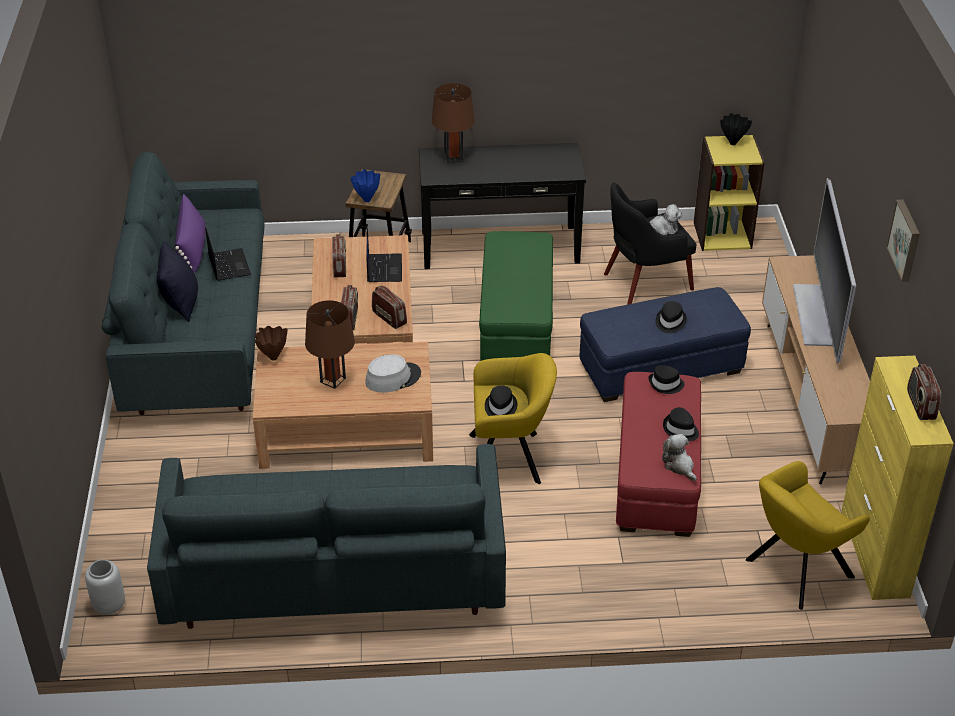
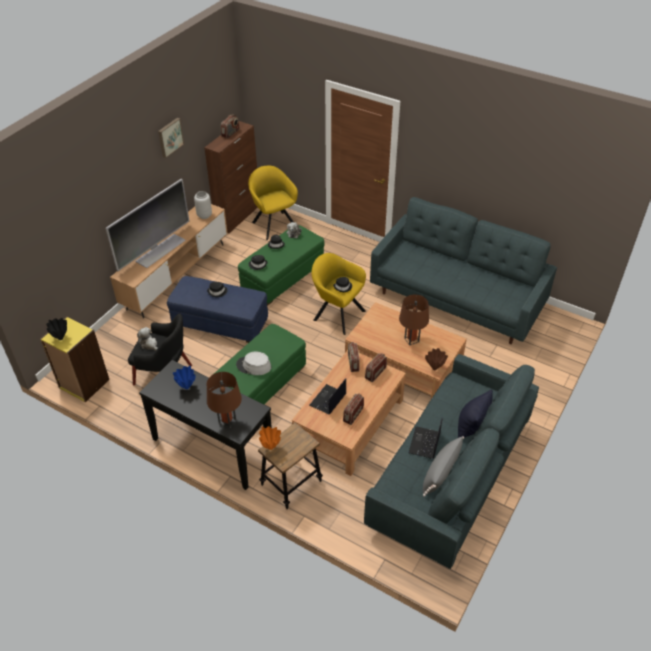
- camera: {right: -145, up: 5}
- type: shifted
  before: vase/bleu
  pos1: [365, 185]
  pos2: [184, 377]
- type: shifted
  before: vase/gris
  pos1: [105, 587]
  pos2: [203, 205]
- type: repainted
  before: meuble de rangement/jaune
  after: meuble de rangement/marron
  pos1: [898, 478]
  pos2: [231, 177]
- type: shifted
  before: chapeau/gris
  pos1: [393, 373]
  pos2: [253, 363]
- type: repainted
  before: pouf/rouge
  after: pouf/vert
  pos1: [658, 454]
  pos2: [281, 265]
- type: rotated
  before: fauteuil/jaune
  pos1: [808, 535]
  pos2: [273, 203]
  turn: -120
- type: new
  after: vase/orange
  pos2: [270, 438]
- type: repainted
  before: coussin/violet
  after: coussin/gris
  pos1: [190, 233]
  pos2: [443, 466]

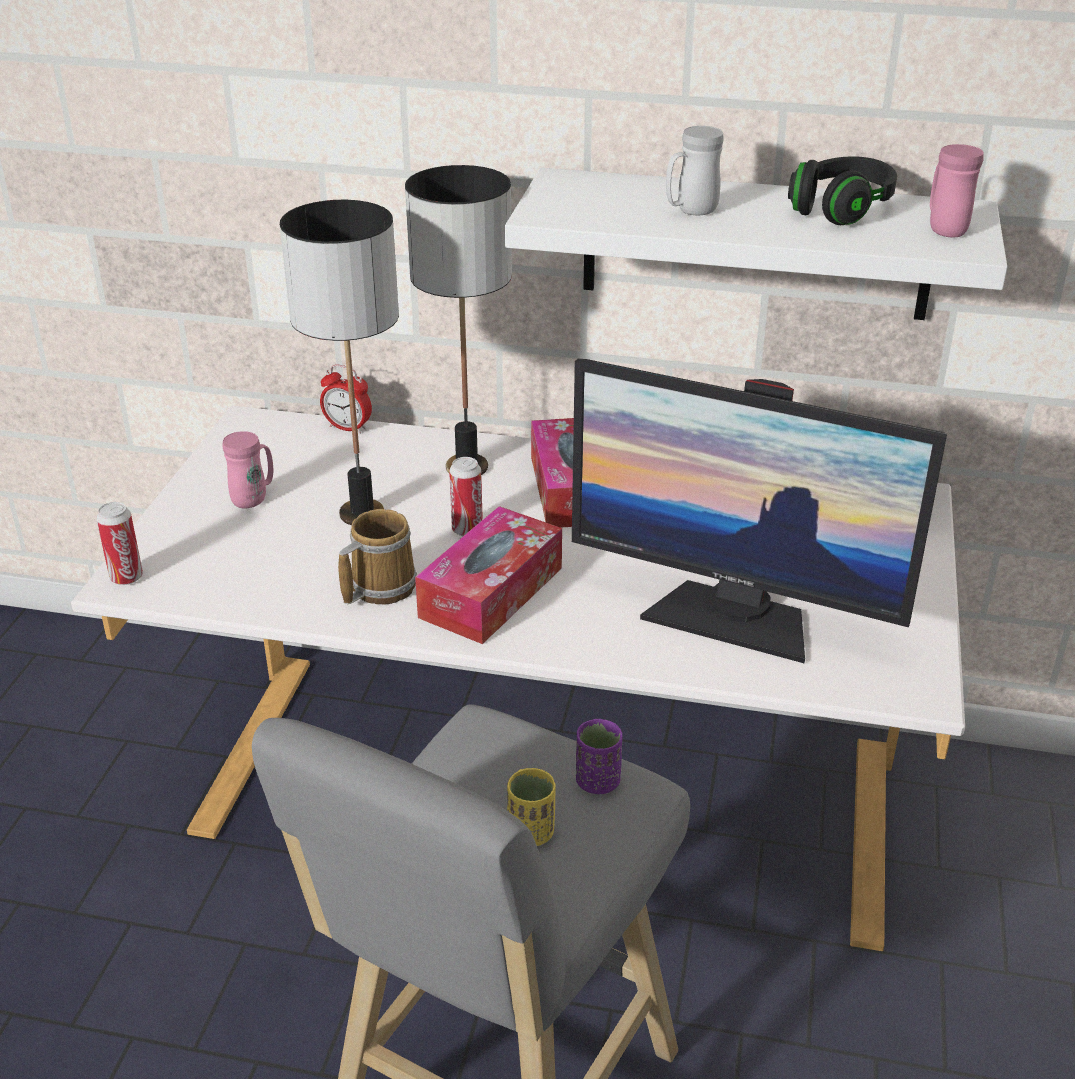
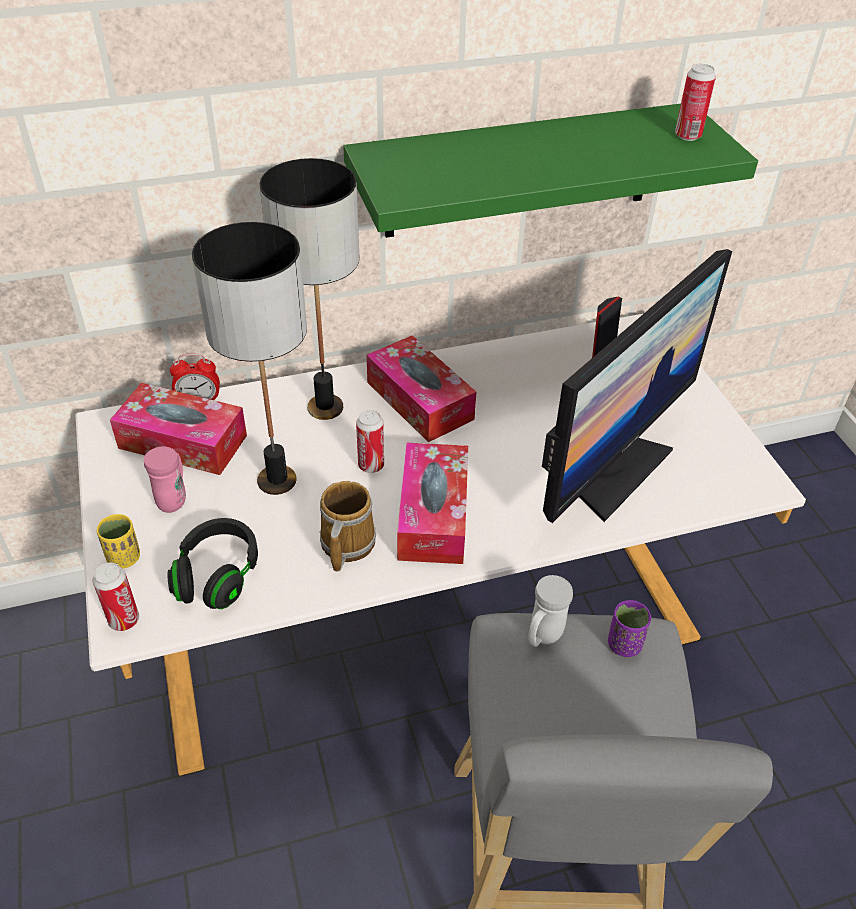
- camera: {right: -30, up: 10}
- type: shifted
  before: tasse/jaune
  pos1: [531, 807]
  pos2: [118, 541]
- type: new
  after: boîte à mouchoirs
  pos2: [178, 429]
- type: shifted
  before: casque audio/noir
  pos1: [842, 190]
  pos2: [212, 563]
- type: repainted
  before: étagère/blanc
  after: étagère/vert
  pos1: [756, 244]
  pos2: [550, 171]
- type: shifted
  before: mug/blanc
  pos1: [695, 170]
  pos2: [550, 611]
- type: rotated
  before: écran d'ordinateur
  pos1: [759, 511]
  pos2: [637, 386]
  turn: -45
- type: swapped
  before: mug/rose
  after: boîte métallique
  pos1: [957, 191]
  pos2: [695, 102]

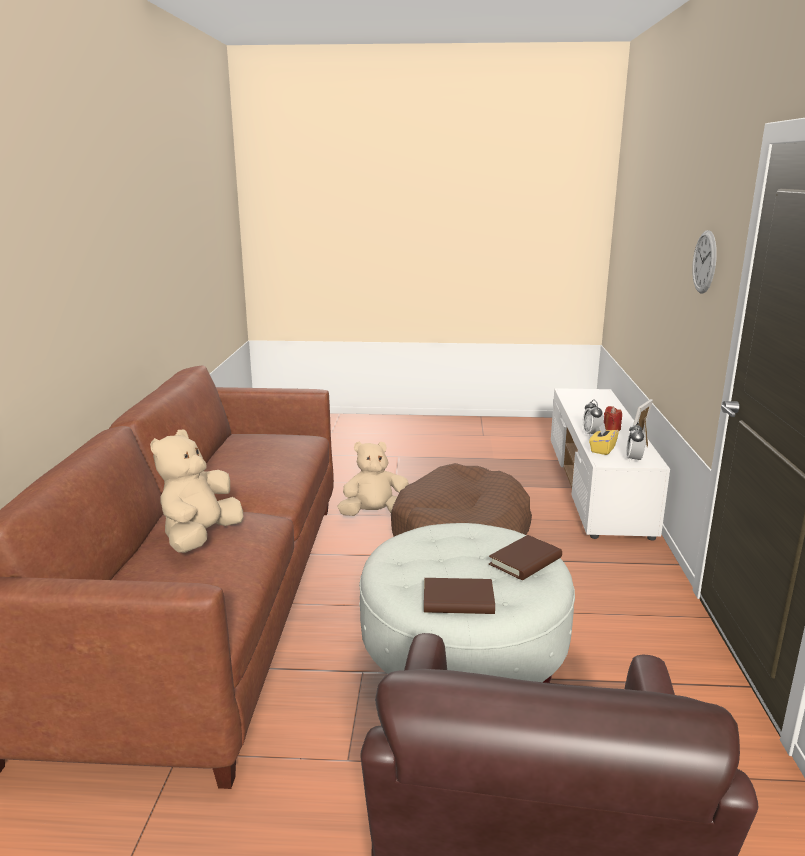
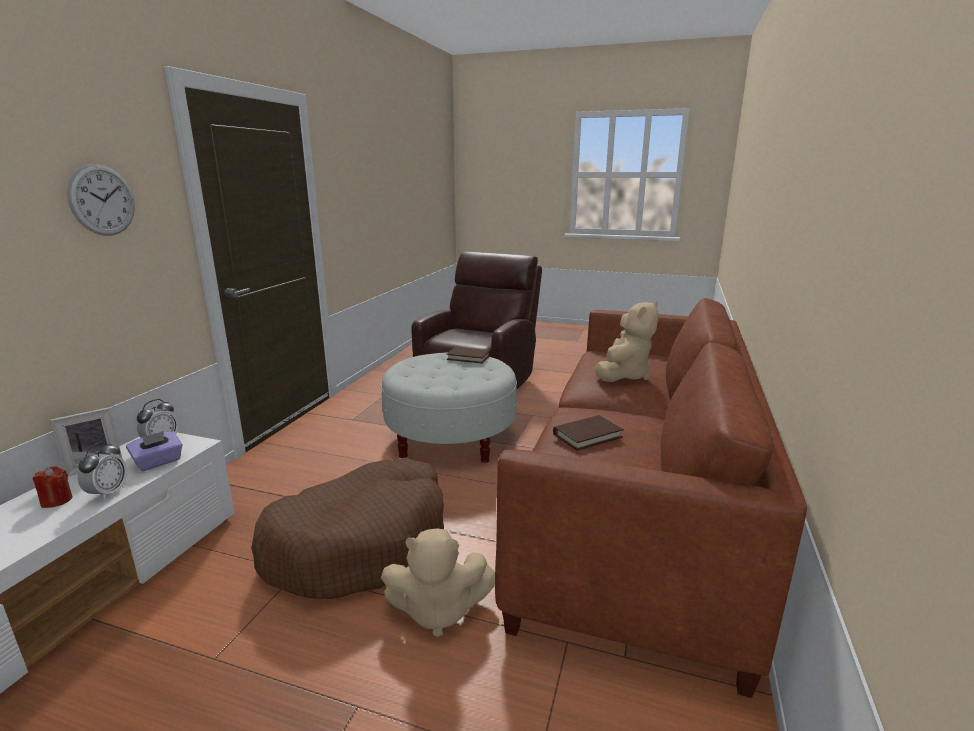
- camera: {right: -165, up: 0}
- type: repainted
  before: boîte à mouchoirs/jaune
  after: boîte à mouchoirs/violet
  pos1: [604, 439]
  pos2: [154, 451]
- type: shifted
  before: livre/marron
  pos1: [525, 557]
  pos2: [588, 433]

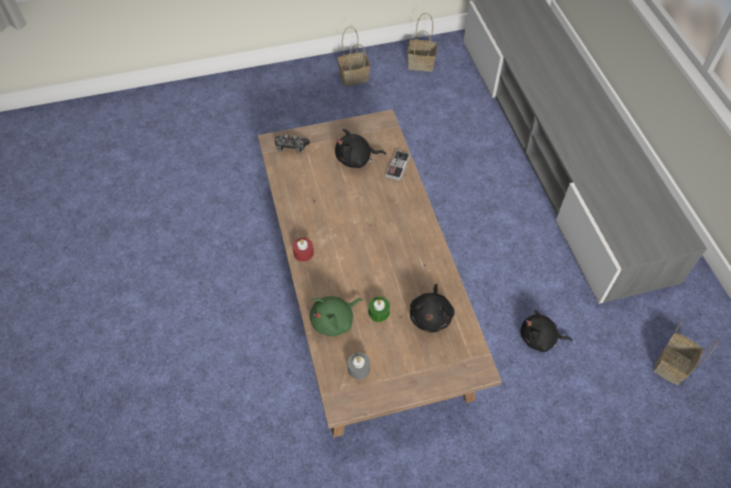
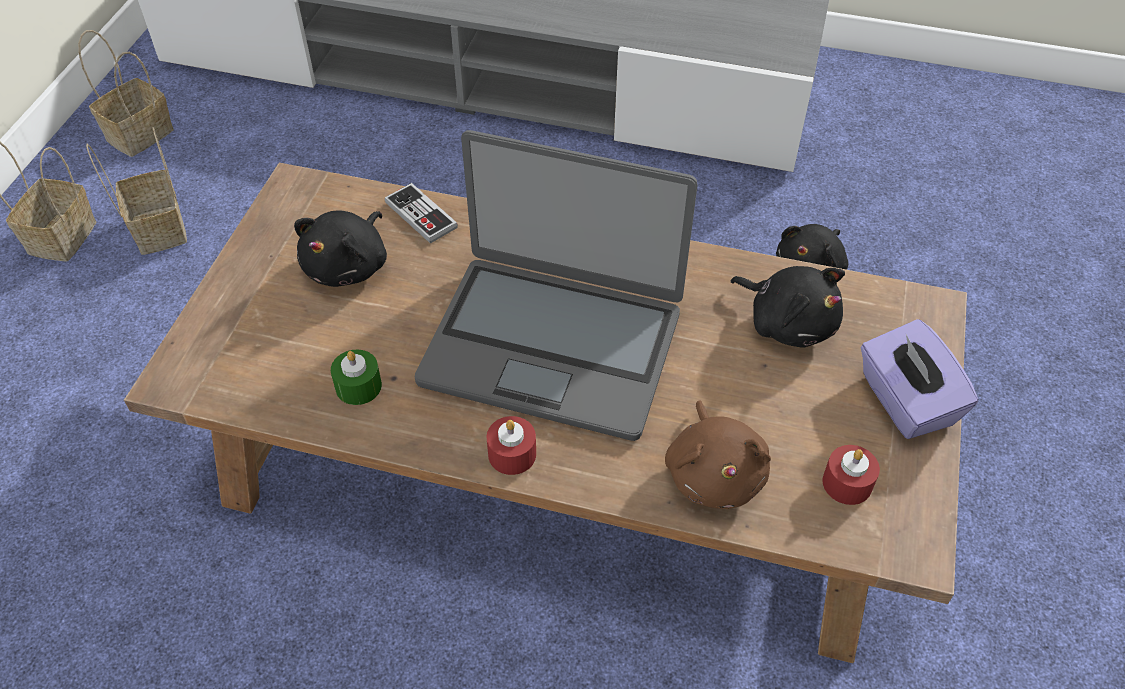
- camera: {right: -60, up: -5}
- type: shifted
  before: panier
  pos1: [685, 353]
  pos2: [136, 191]
- type: shifted
  before: bougie/vert
  pos1: [379, 309]
  pos2: [356, 377]
- type: new
  after: ordinateur portable
  pos2: [556, 285]
- type: repainted
  before: peluche/vert
  after: peluche/marron
  pos1: [336, 316]
  pos2: [718, 455]
- type: repainted
  before: bougie/gris
  after: bougie/rouge
  pos1: [359, 366]
  pos2: [851, 475]
- type: new
  after: boîte à mouchoirs/violet
  pos2: [919, 379]
- type: gone
  before: manette
  pos1: [292, 144]

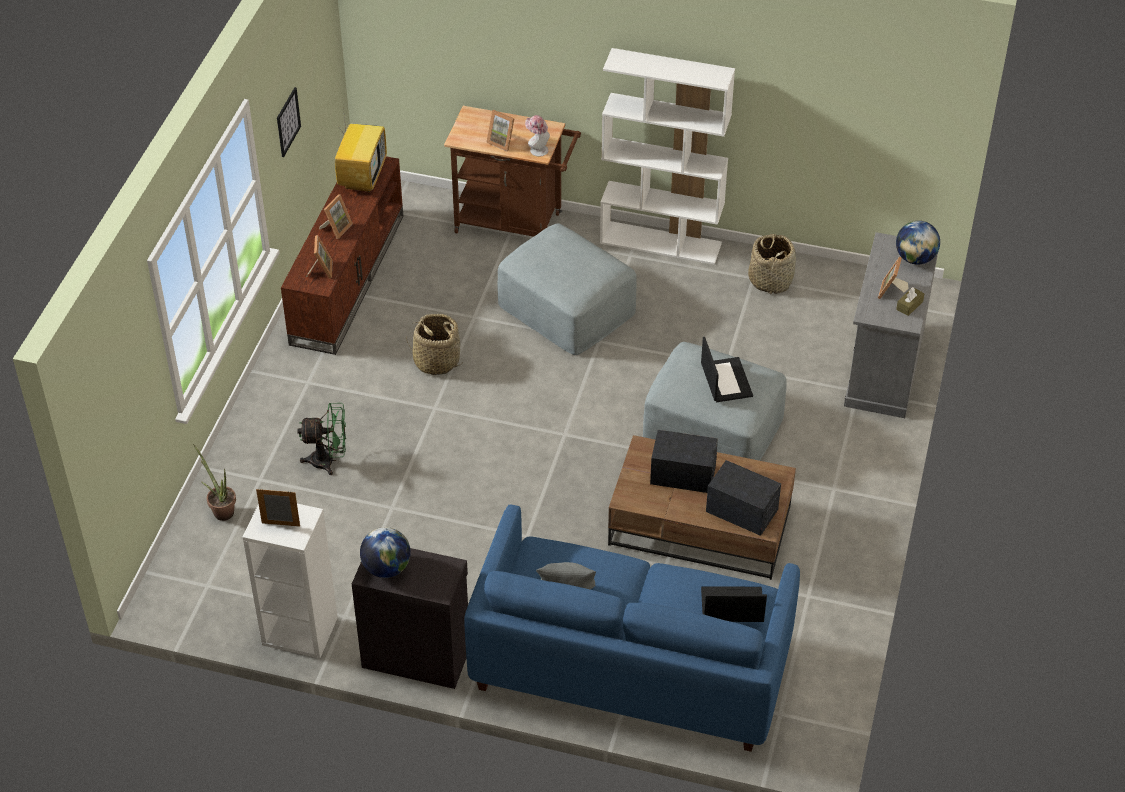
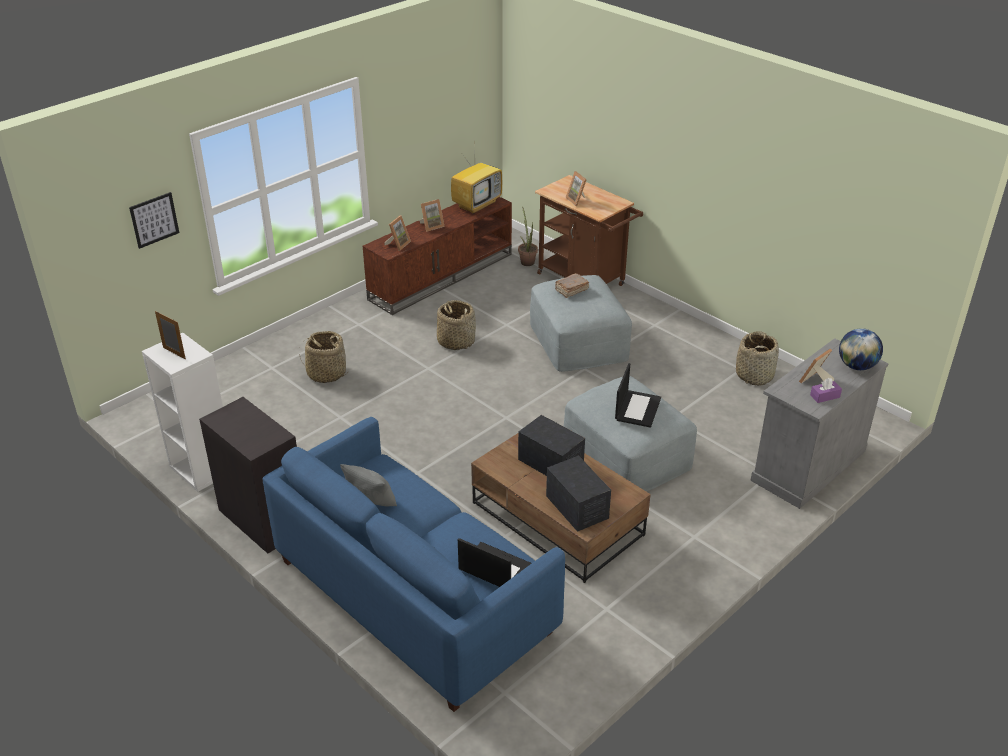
- camera: {right: 30, up: -10}
- type: shifted
  before: tableau
  pos1: [289, 122]
  pos2: [154, 220]
- type: swapped
  before: ventilateur/vert
  after: panier
  pos1: [321, 439]
  pos2: [324, 357]
- type: shifted
  before: plante en pot
  pos1: [214, 482]
  pos2: [528, 236]
- type: new
  after: livre/marron
  pos2: [572, 285]
- type: repainted
  before: boîte à mouchoirs/marron
  after: boîte à mouchoirs/violet
  pos1: [910, 301]
  pos2: [826, 390]
- type: gone
  before: globe
  pos1: [385, 552]
- type: gone
  before: chapeau
  pos1: [537, 136]
- type: gone
  before: bibliothèque/blanc
  pos1: [667, 156]

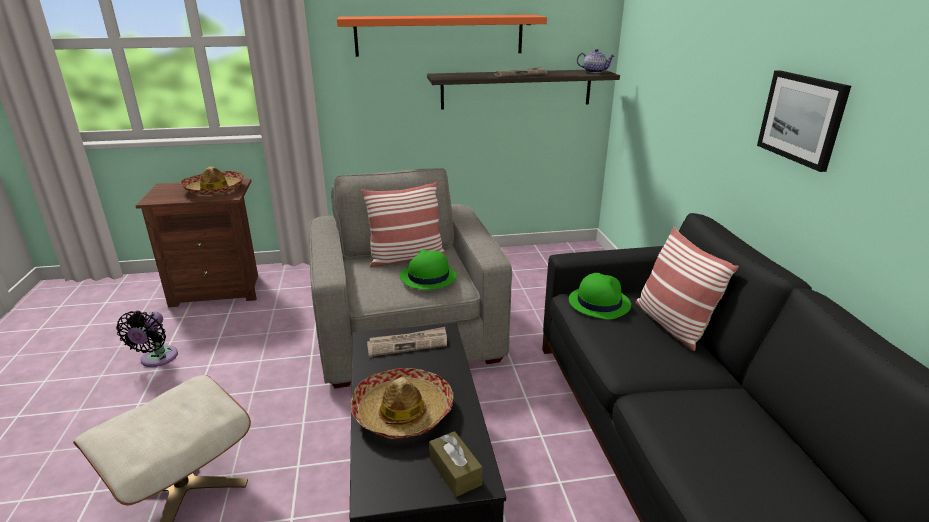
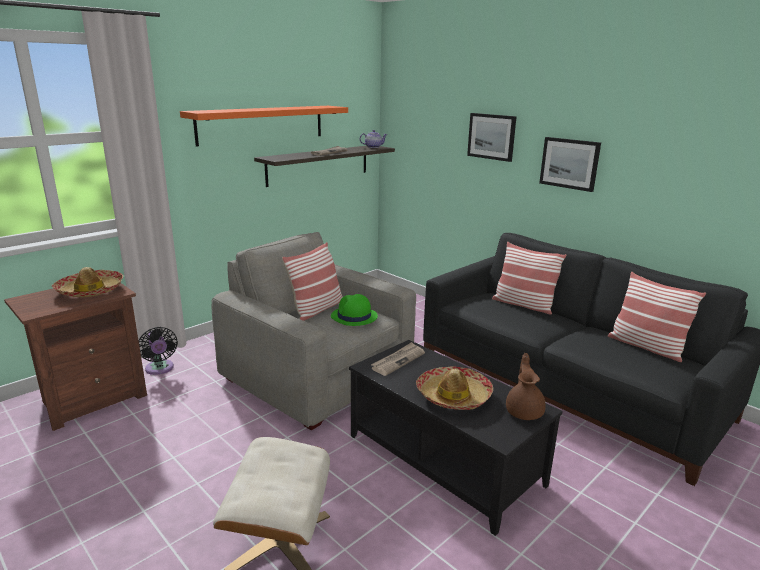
- camera: {right: -35, up: -5}
- type: shifted
  before: ventilateur/noir
  pos1: [147, 339]
  pos2: [158, 351]
- type: new
  after: tableau
  pos2: [492, 137]
- type: swapped
  before: boîte à mouchoirs/marron
  after: théière/marron
  pos1: [456, 464]
  pos2: [526, 386]
- type: new
  after: coussin
  pos2: [657, 317]
- type: gone
  before: chapeau/vert
  pos1: [600, 296]

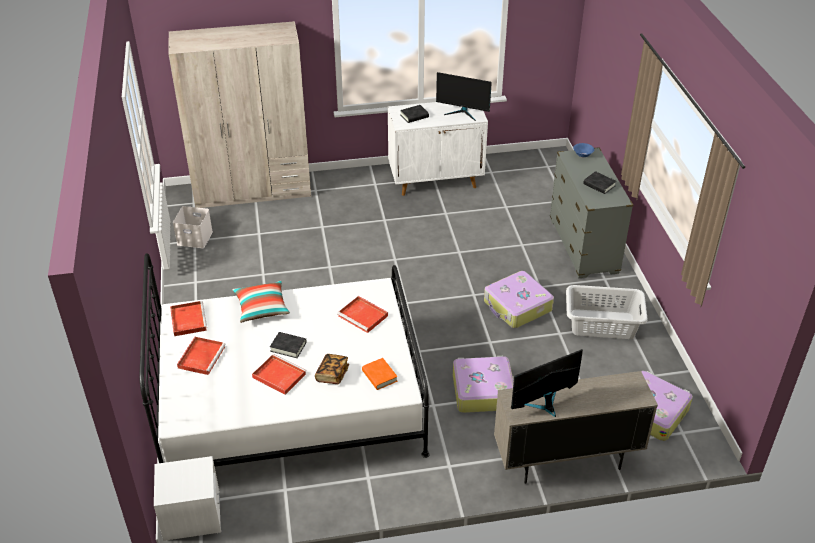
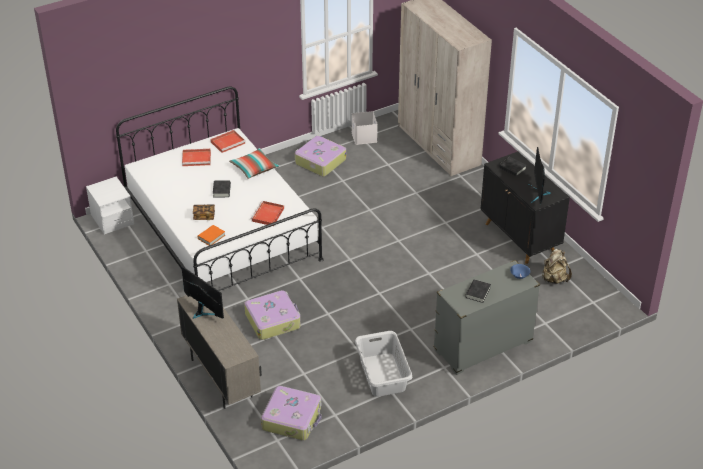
- camera: {right: 70, up: 0}
- type: shifted
  before: valise
  pos1: [519, 299]
  pos2: [320, 156]
- type: repainted
  before: meuble de rangement/blanc
  after: meuble de rangement/noir
  pos1: [438, 149]
  pos2: [525, 208]
- type: new
  after: sac à dos/beige
  pos2: [557, 266]
- type: gone
  before: plateau/rouge
  pos1: [279, 374]

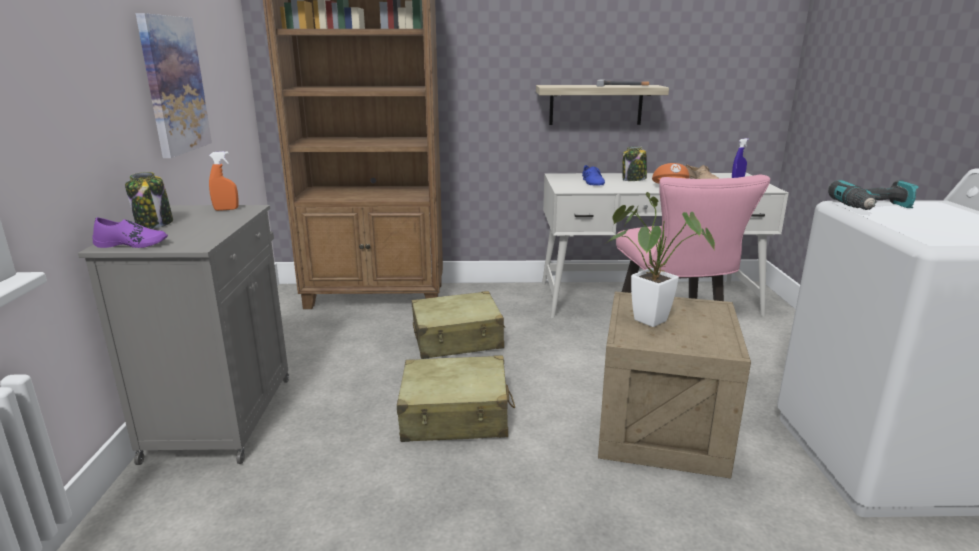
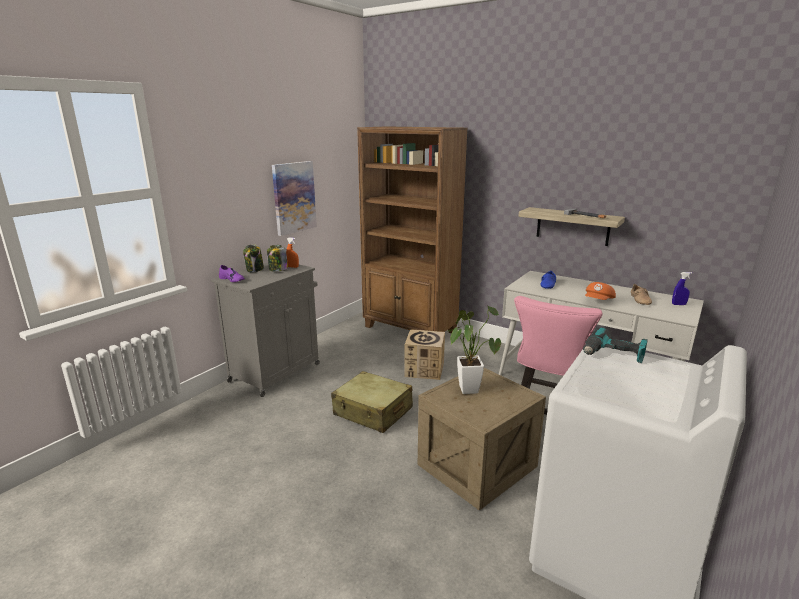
- camera: {right: 35, up: 0}
- type: shifted
  before: bocal
  pos1: [634, 163]
  pos2: [277, 258]
- type: swapped
  before: valise/beige
  after: carton
  pos1: [458, 325]
  pos2: [424, 354]

